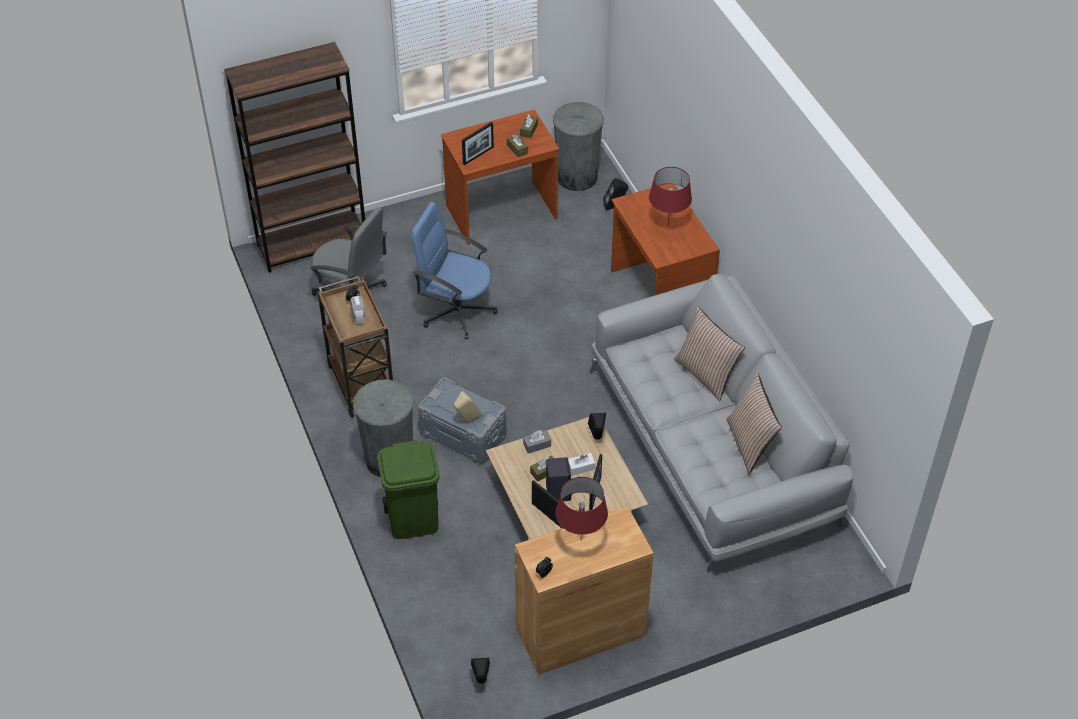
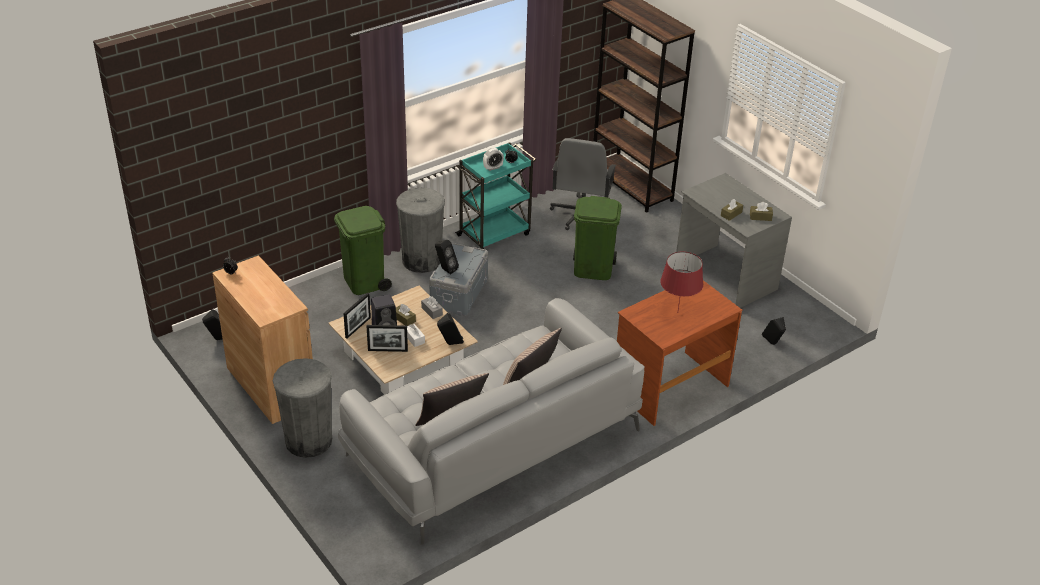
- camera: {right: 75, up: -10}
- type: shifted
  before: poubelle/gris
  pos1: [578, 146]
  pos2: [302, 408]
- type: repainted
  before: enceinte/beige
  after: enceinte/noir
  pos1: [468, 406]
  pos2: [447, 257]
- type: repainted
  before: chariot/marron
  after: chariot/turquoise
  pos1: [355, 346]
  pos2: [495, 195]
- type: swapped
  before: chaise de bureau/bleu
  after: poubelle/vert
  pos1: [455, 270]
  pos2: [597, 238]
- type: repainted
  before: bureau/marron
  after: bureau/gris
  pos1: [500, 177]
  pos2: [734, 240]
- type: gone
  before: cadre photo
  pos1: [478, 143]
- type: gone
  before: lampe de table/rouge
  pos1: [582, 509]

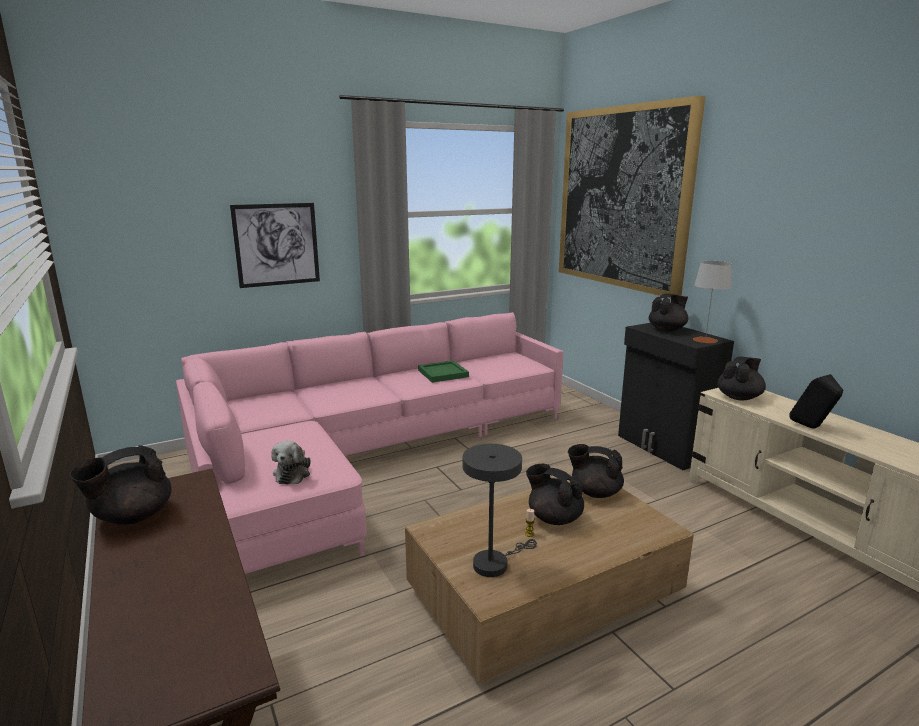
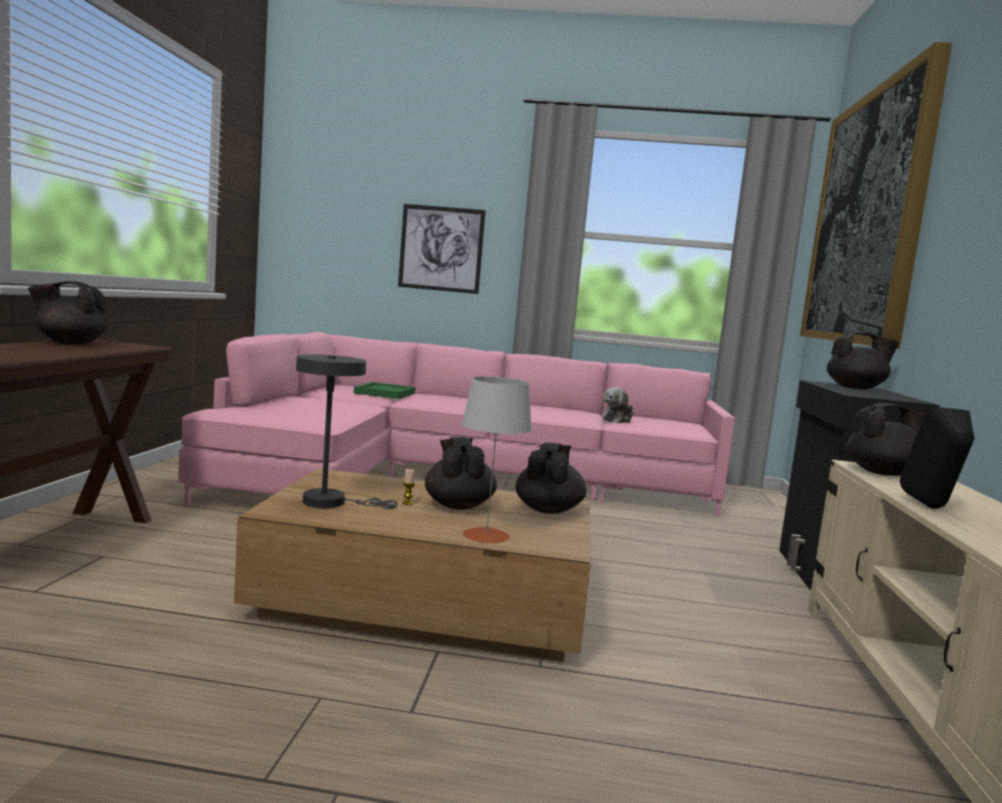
- camera: {right: 35, up: -10}
- type: shifted
  before: plateau/vert
  pos1: [443, 372]
  pos2: [384, 390]
- type: shifted
  before: lampe de table/gris
  pos1: [712, 302]
  pos2: [497, 459]
- type: rotated
  before: théière/noir
  pos1: [596, 471]
  pos2: [551, 478]
  turn: 45
- type: shifted
  before: peluche
  pos1: [291, 462]
  pos2: [617, 405]

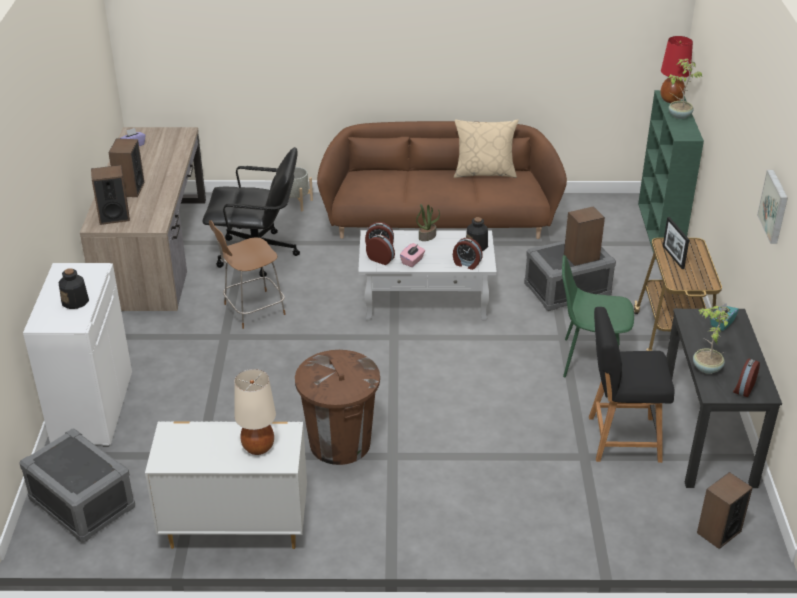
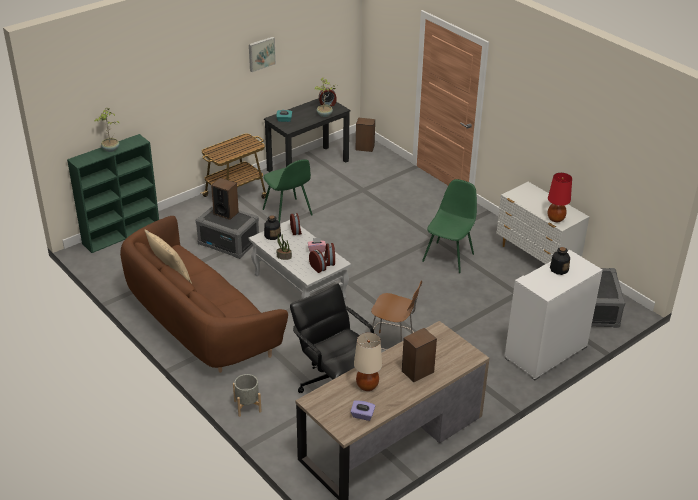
- camera: {right: -130, up: 0}
- type: shifted
  before: lampe de table/beige
  pos1: [255, 412]
  pos2: [368, 362]
- type: swapped
  before: poubelle/marron
  after: chaise/vert
  pos1: [337, 407]
  pos2: [449, 226]
- type: shifted
  before: lampe de table/rouge
  pos1: [677, 69]
  pos2: [560, 197]
- type: gone
  before: enceinte
  pos1: [110, 195]
- type: gone
  before: tabouret/noir
  pos1: [631, 385]
- type: gone
  before: cadre photo
  pos1: [676, 243]

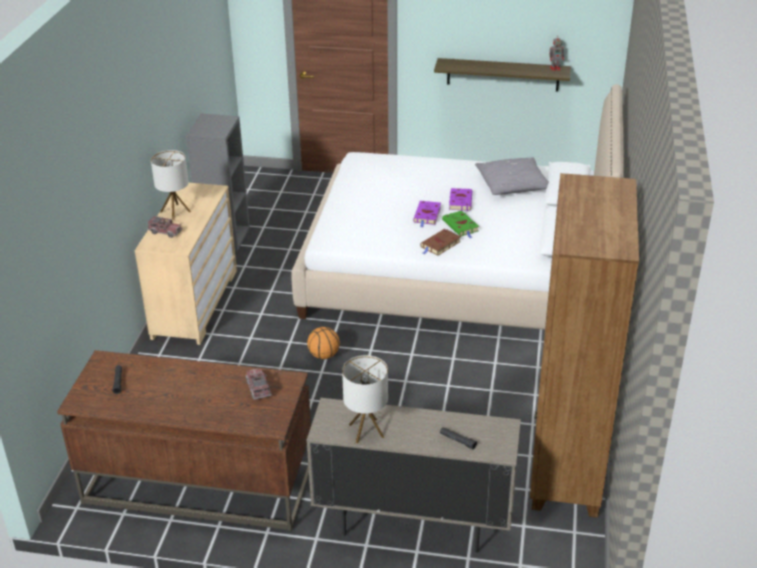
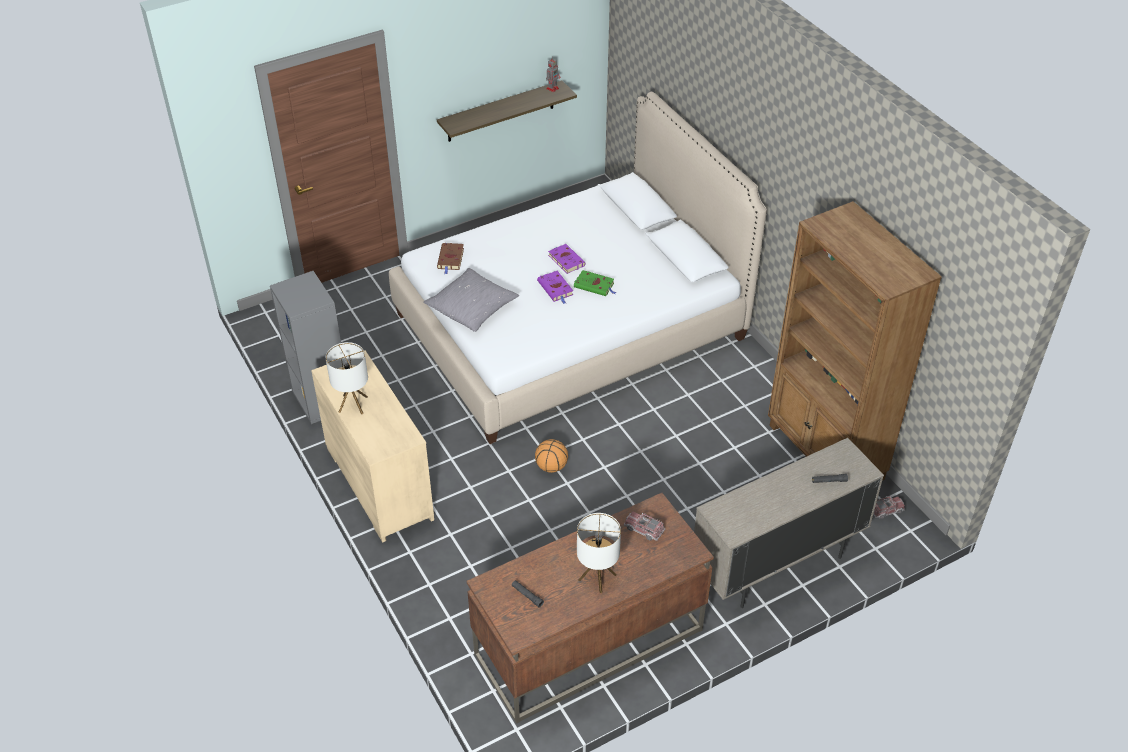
- camera: {right: -40, up: 10}
- type: shifted
  before: coussin/gris
  pos1: [512, 176]
  pos2: [471, 300]
- type: shifted
  before: livre/marron
  pos1: [440, 242]
  pos2: [450, 258]
- type: shifted
  before: lampe de table
  pos1: [365, 399]
  pos2: [599, 553]
- type: shifted
  before: camion jouet
  pos1: [164, 227]
  pos2: [889, 507]

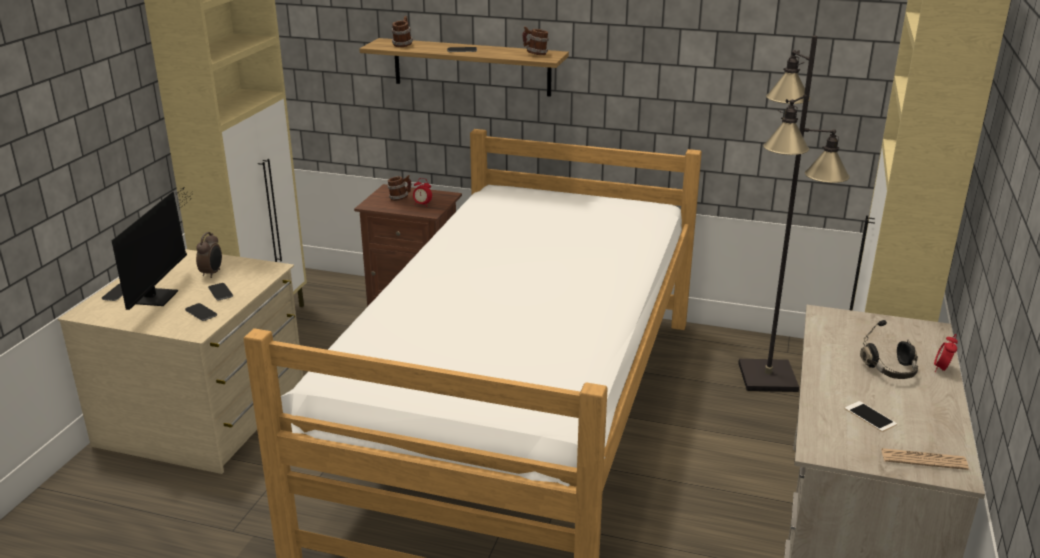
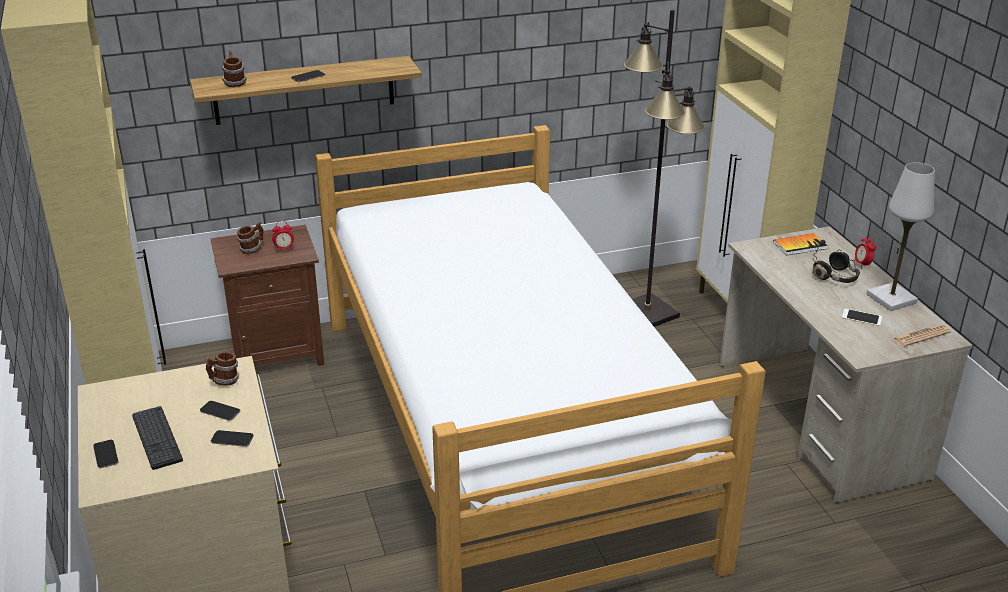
- camera: {right: -35, up: 5}
- type: swapped
  before: écran d'ordinateur
  after: clavier
  pos1: [151, 248]
  pos2: [157, 438]
- type: shifted
  before: mug
  pos1: [535, 40]
  pos2: [222, 368]
- type: new
  after: livre
  pos2: [801, 244]
- type: new
  after: lampe de table/blanc
  pos2: [901, 236]
- type: gone
  before: réveil
  pos1: [209, 255]

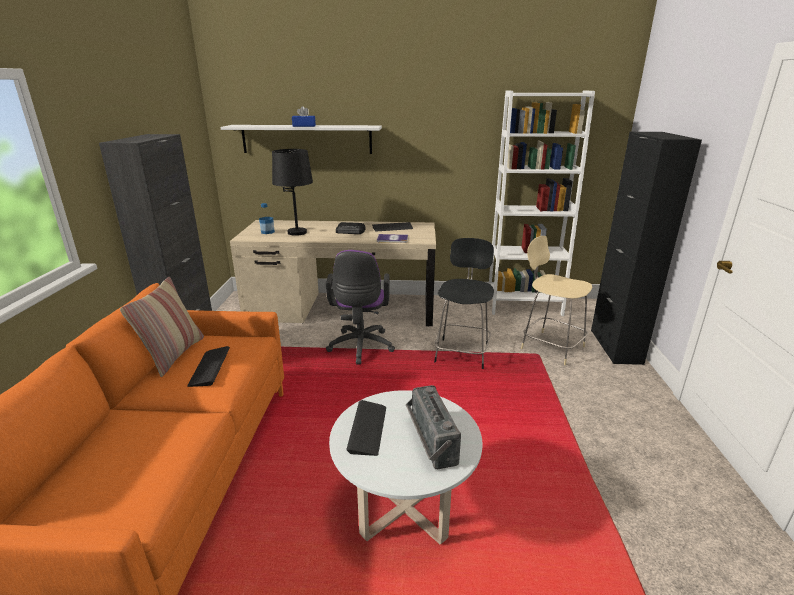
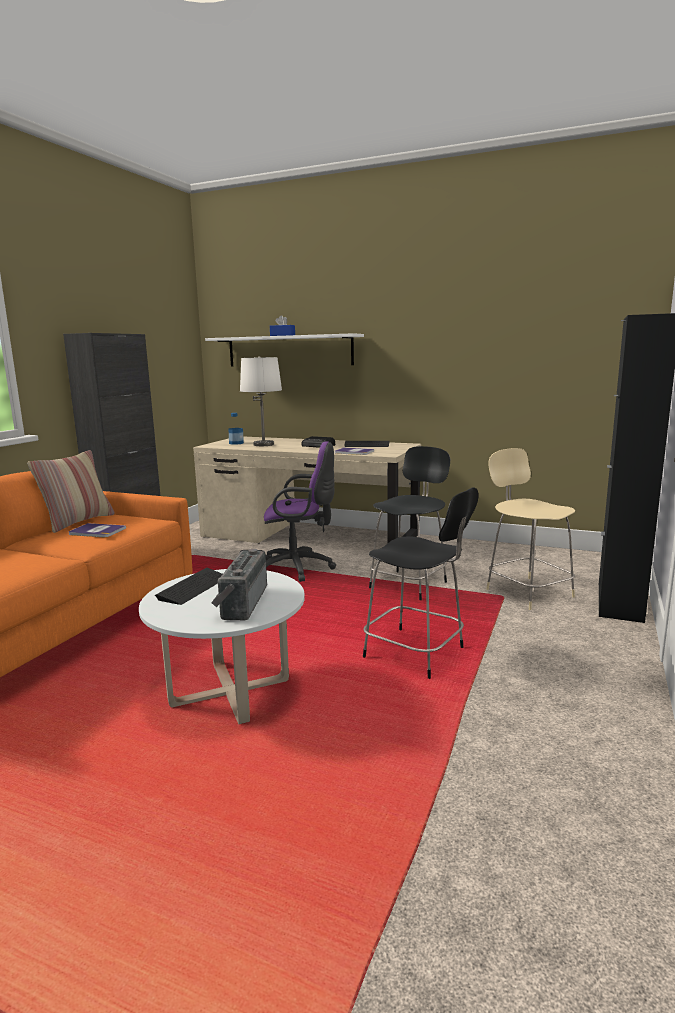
- camera: {right: 20, up: -10}
- type: swapped
  before: clavier
  after: livre
  pos1: [208, 366]
  pos2: [97, 530]
- type: repainted
  before: lampe de table/noir
  after: lampe de table/blanc
  pos1: [292, 192]
  pos2: [261, 401]
- type: rotated
  before: chaise de bureau/violet
  pos1: [360, 307]
  pos2: [300, 511]
  turn: -105
- type: new
  after: chaise/noir
  pos2: [421, 583]
- type: gone
  before: bibliothèque/blanc
  pos1: [542, 203]

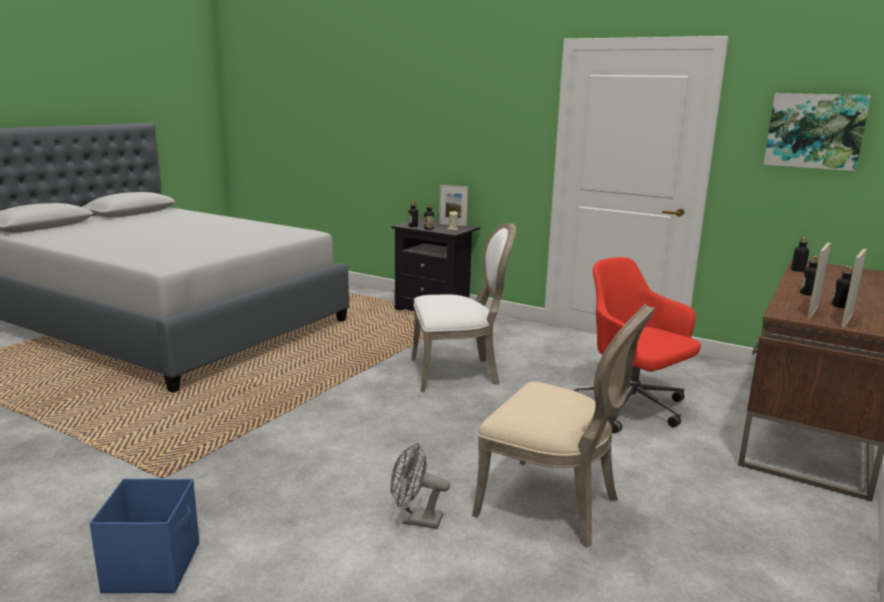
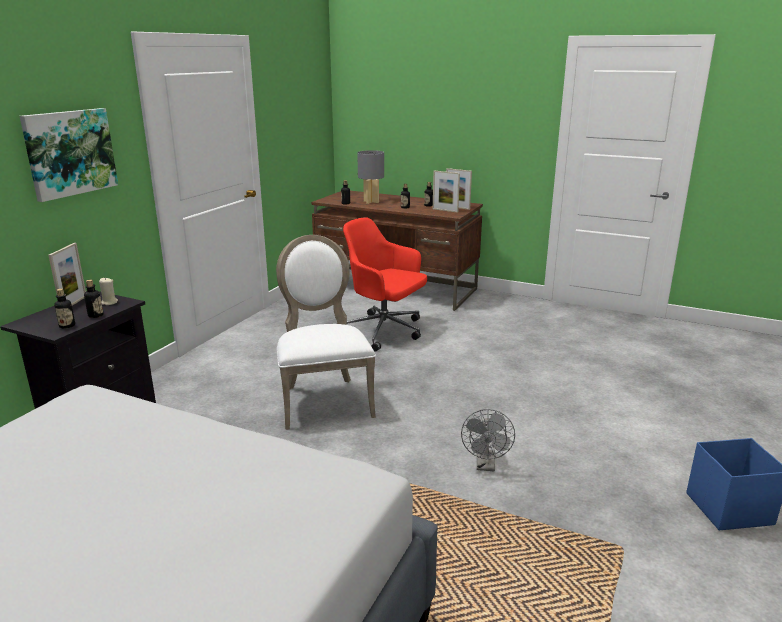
- camera: {right: -95, up: 5}
- type: shifted
  before: tableau
  pos1: [817, 132]
  pos2: [69, 155]
- type: rotated
  before: chaise de bureau/rouge
  pos1: [636, 345]
  pos2: [385, 285]
  turn: 75
- type: new
  after: lampe de table/gris
  pos2: [370, 177]
- type: shifted
  before: ventilateur/gris
  pos1: [420, 486]
  pos2: [488, 440]
- type: gone
  before: chaise/beige
  pos1: [563, 426]

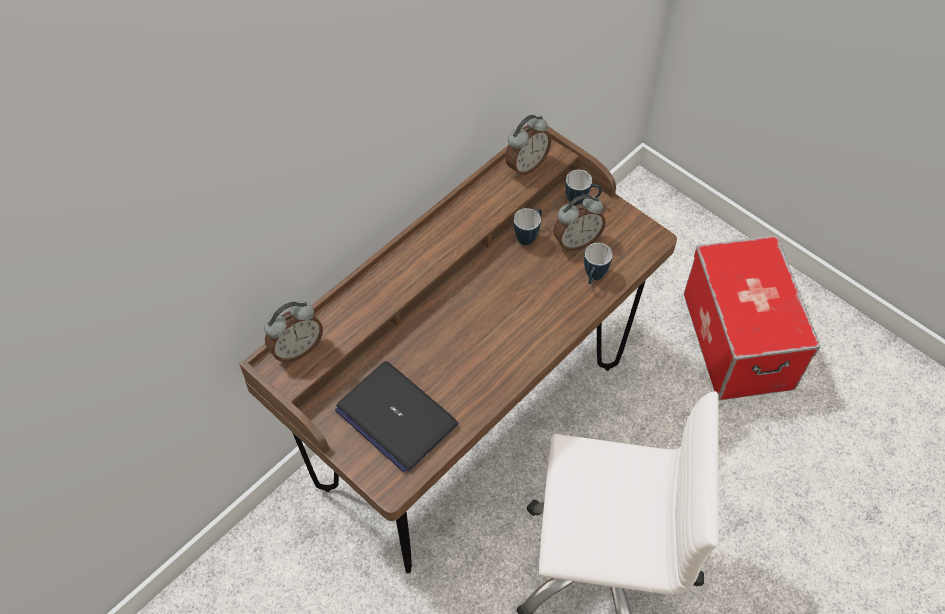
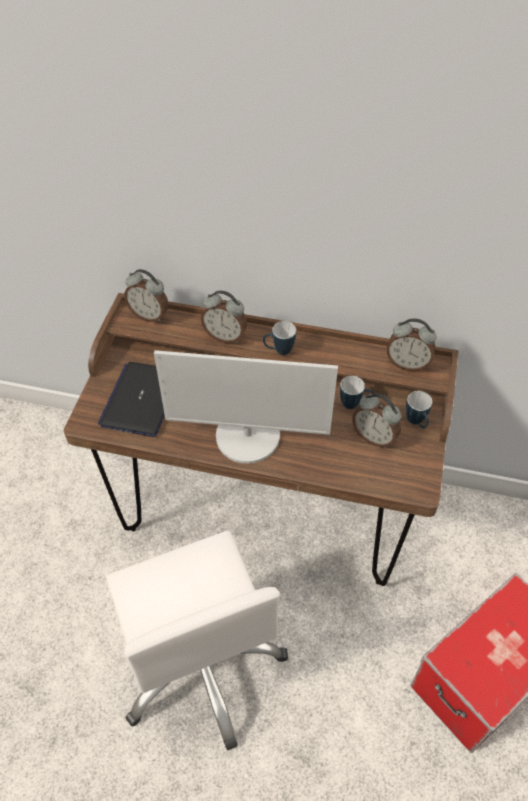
- camera: {right: 60, up: -5}
- type: new
  after: écran d'ordinateur
  pos2: [246, 407]
- type: new
  after: réveil
  pos2: [224, 316]
- type: shifted
  before: mug
  pos1: [598, 263]
  pos2: [279, 338]

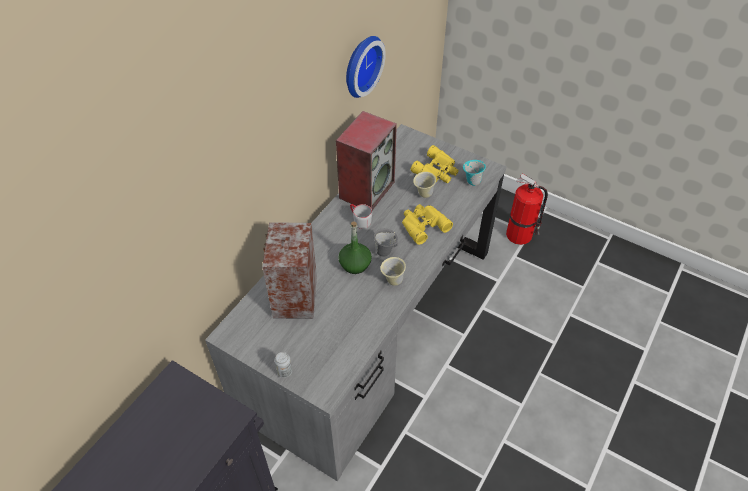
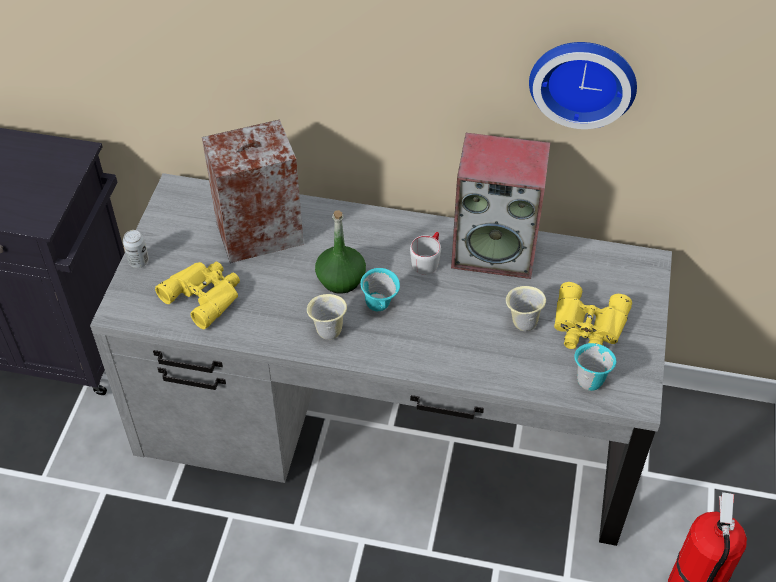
- camera: {right: 70, up: 0}
- type: shifted
  before: jumelles/jaune
  pos1: [427, 224]
  pos2: [197, 295]
- type: repainted
  before: mug/gris
  after: mug/turquoise
  pos1: [385, 242]
  pos2: [380, 289]

